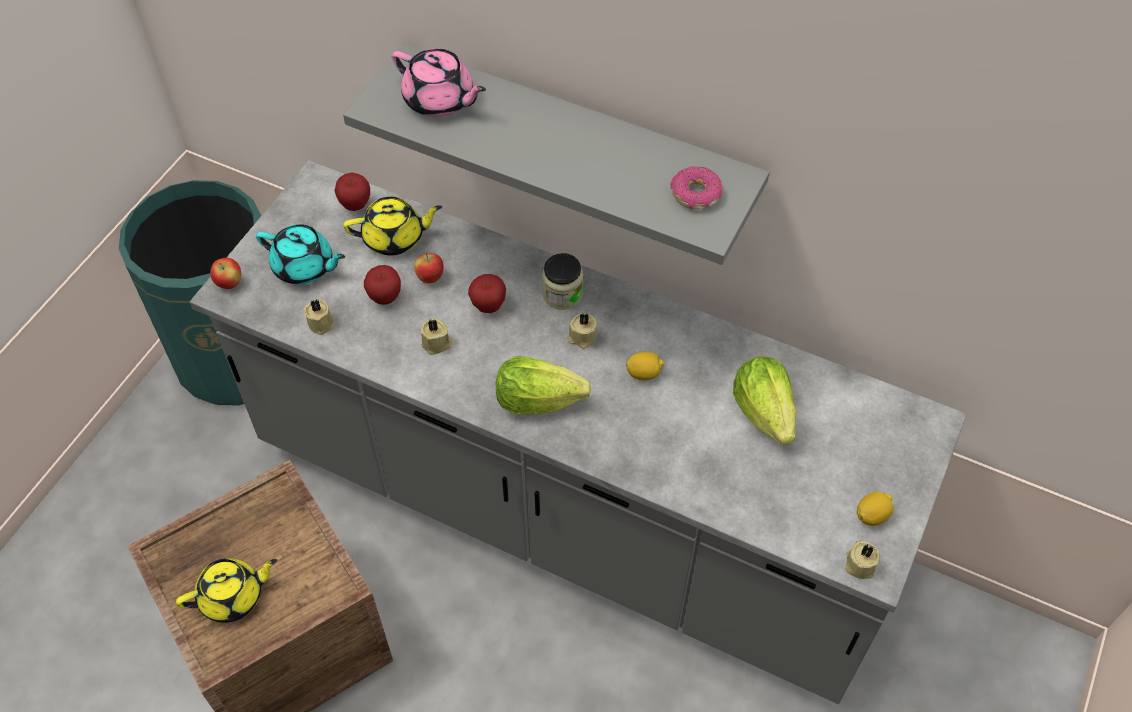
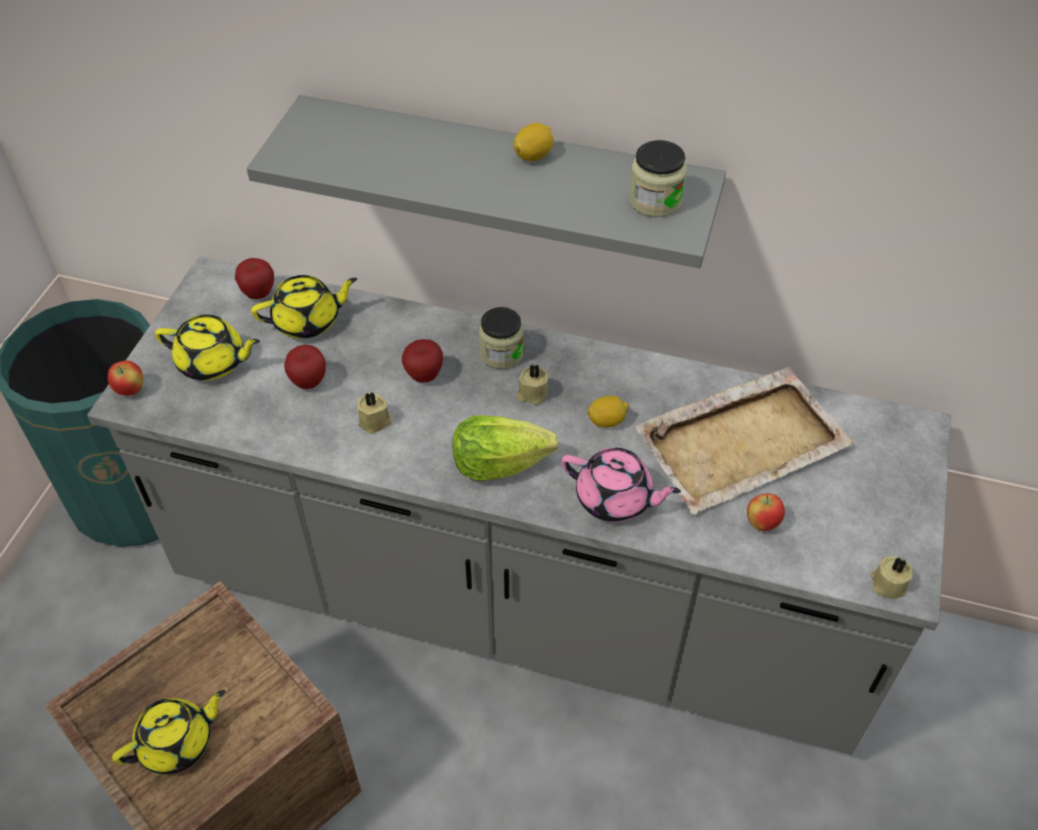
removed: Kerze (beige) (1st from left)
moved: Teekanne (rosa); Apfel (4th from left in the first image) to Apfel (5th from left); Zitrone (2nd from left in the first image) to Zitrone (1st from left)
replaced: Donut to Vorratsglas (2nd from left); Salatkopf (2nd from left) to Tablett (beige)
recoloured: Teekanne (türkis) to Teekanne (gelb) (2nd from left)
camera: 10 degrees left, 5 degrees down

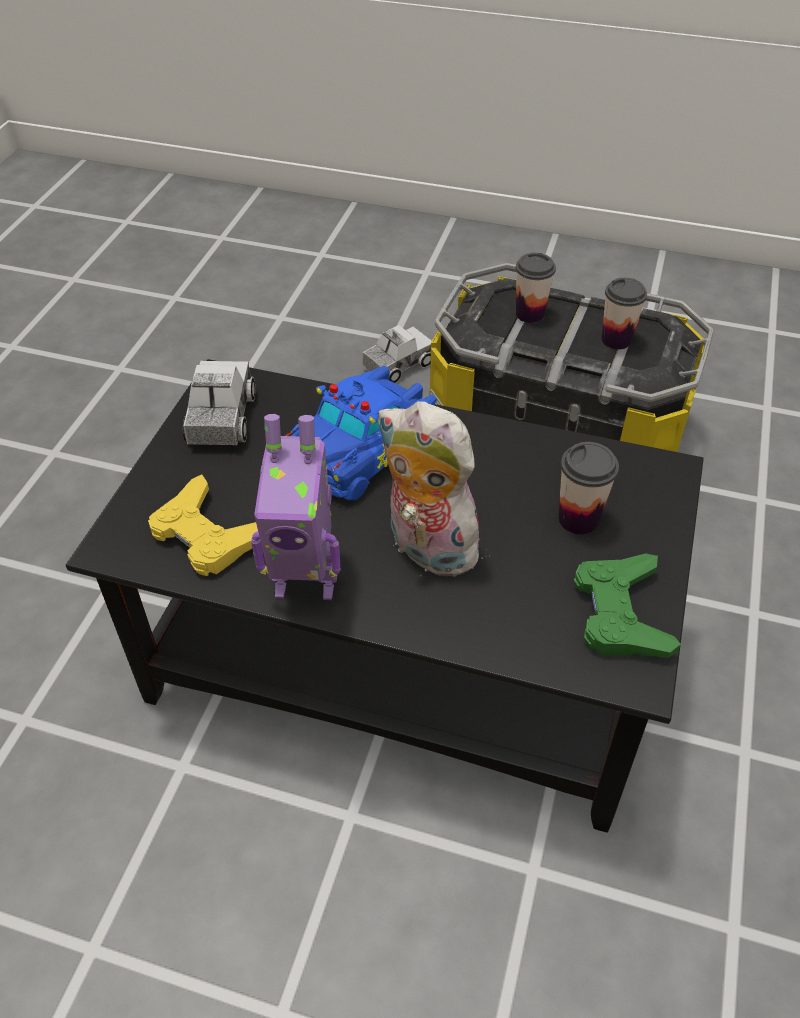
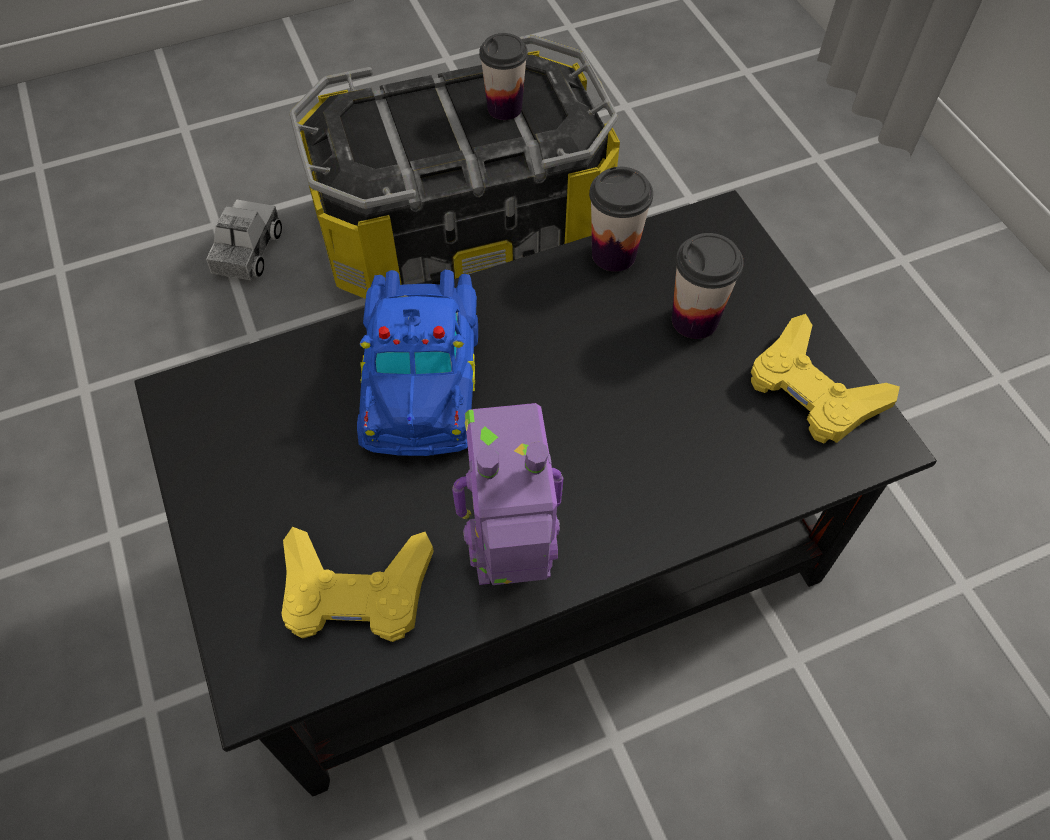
removed: Spielzeuglaster (1st from left); Plüschtier
moved: Tasse (1st from left in the first image) to Tasse (2nd from left)
recoloured: Gamepad (grün) to Gamepad (gelb) (2nd from left)
turned: Spielzeugroboter 150 degrees counterclockwise
camera: 40 degrees left, 10 degrees up

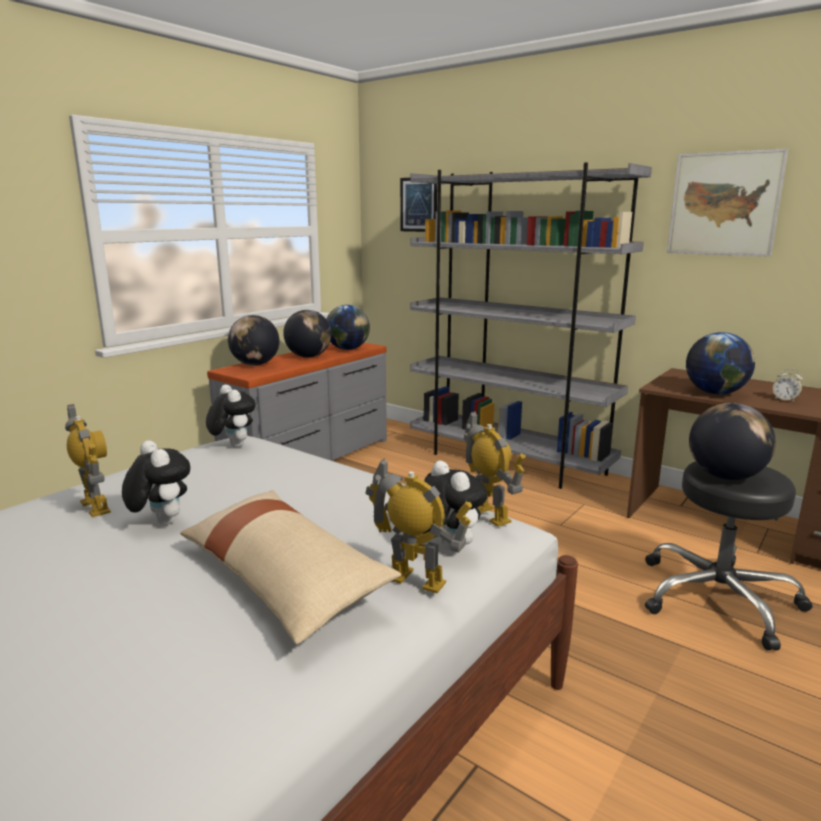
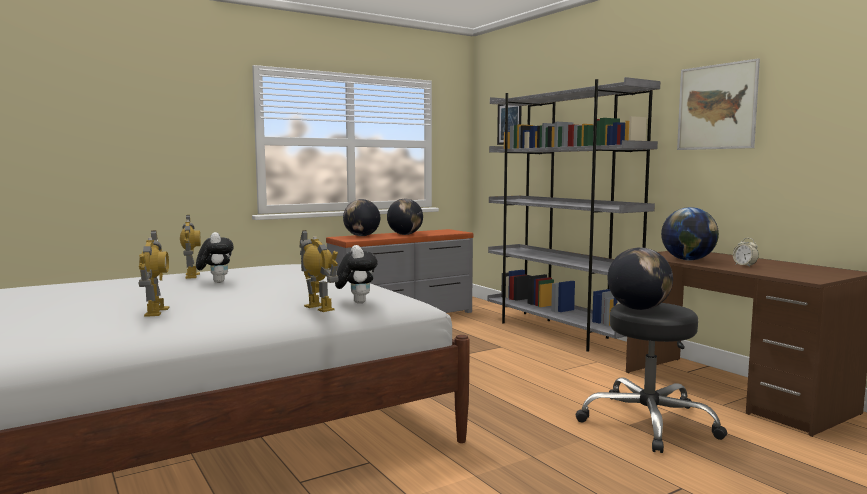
removed: Kissen (beige); Plüschtier (2nd from left); Globus (3rd from left)
moved: Spielzeugroboter (3rd from left in the first image) to Spielzeugroboter (1st from left)
camera: 20 degrees right, 10 degrees down

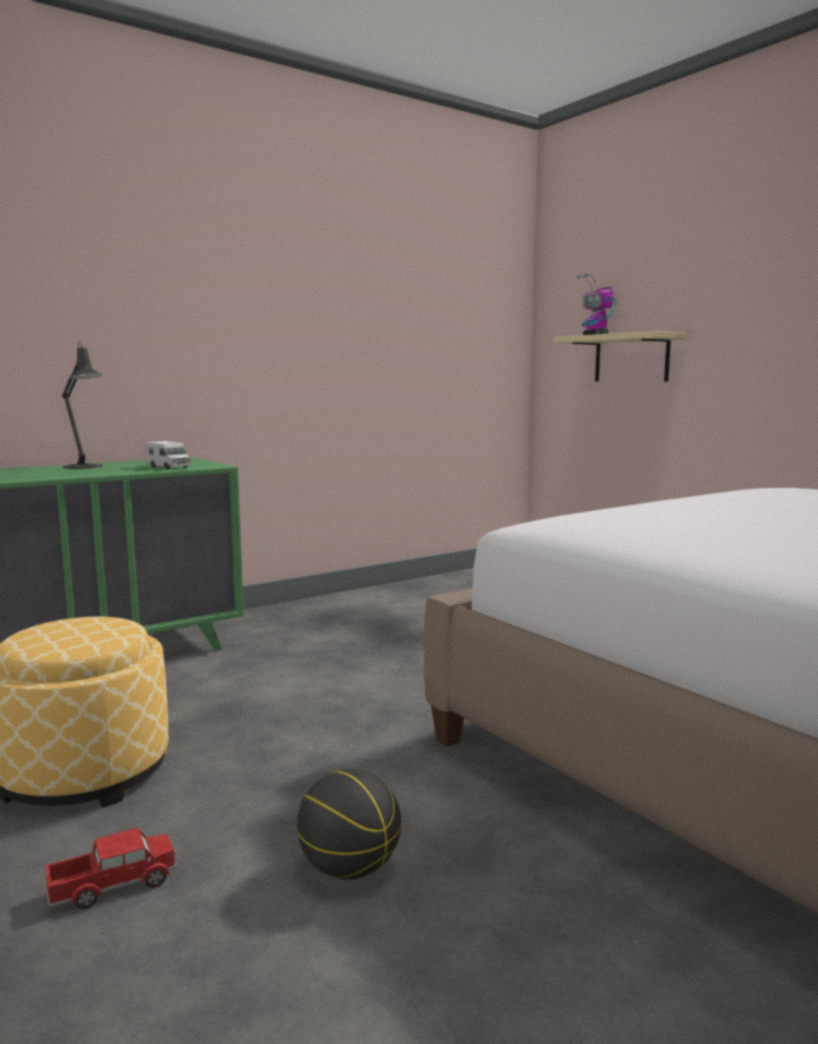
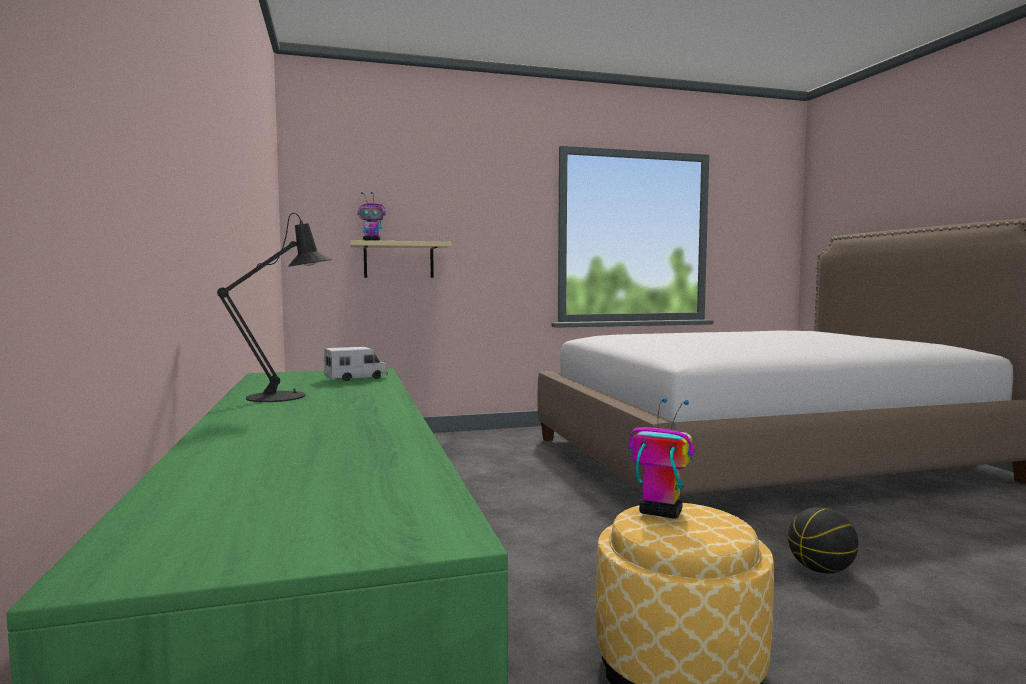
removed: Spielzeuglaster (1st from left)
added: Spielzeugroboter (2nd from left)
camera: 70 degrees left, 5 degrees down

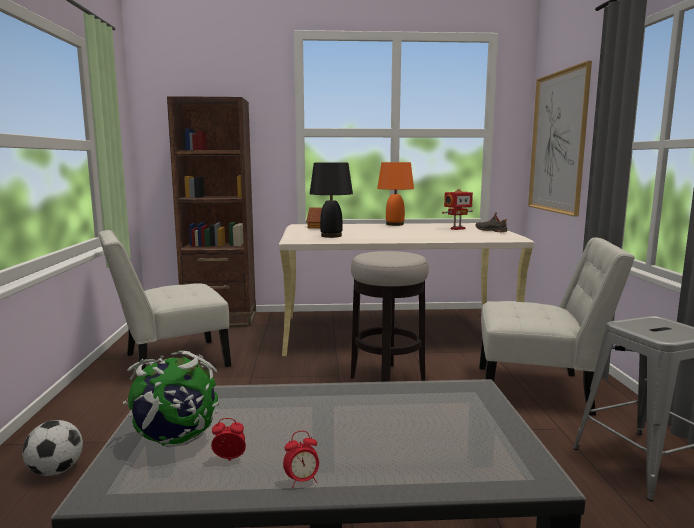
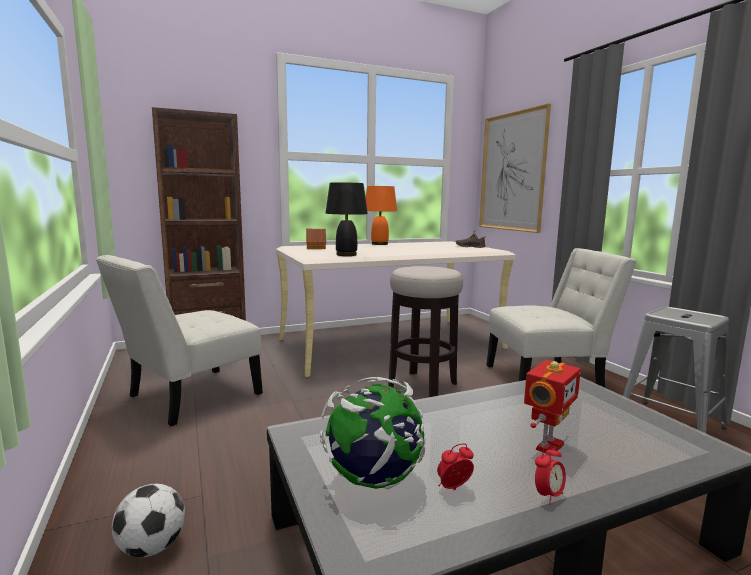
moved: Spielzeugroboter
camera: 20 degrees left, 0 degrees up

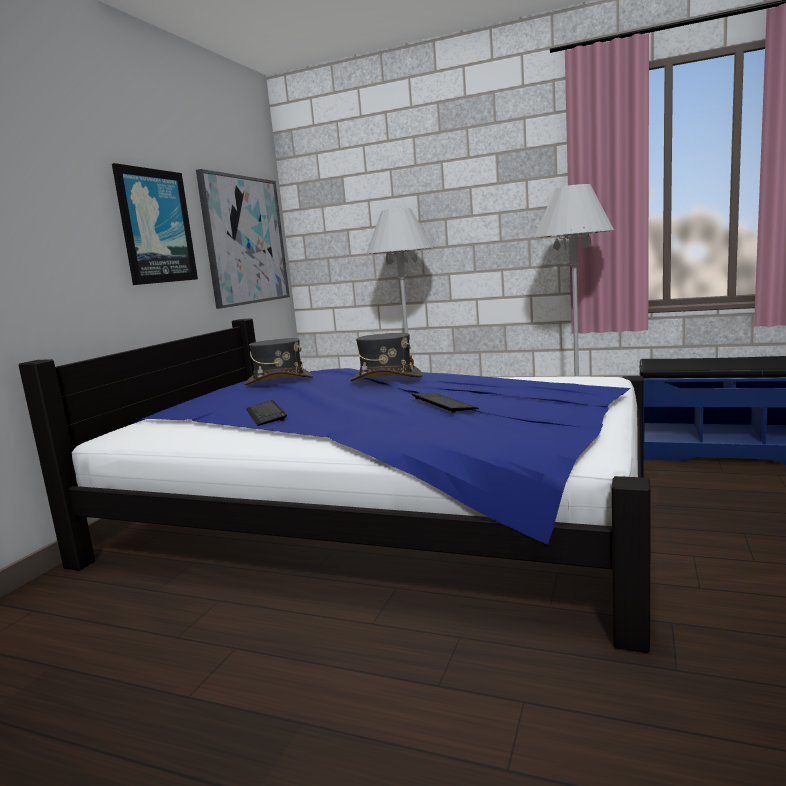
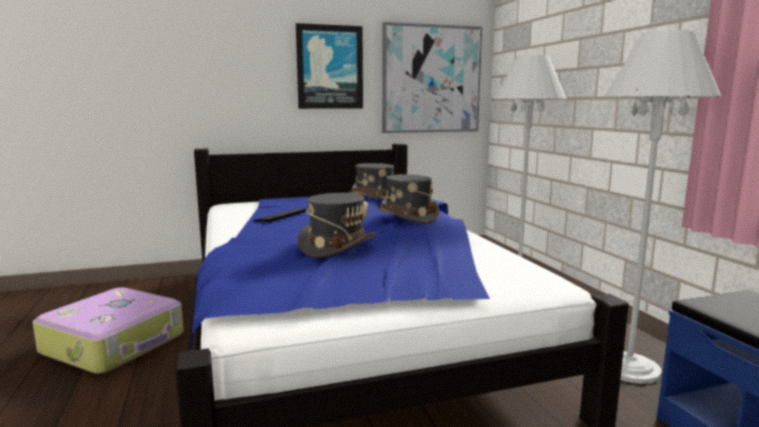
added: Koffer
replaced: Tastatur (2nd from left) to Hut (grau) (1st from left)
camera: 50 degrees right, 0 degrees up

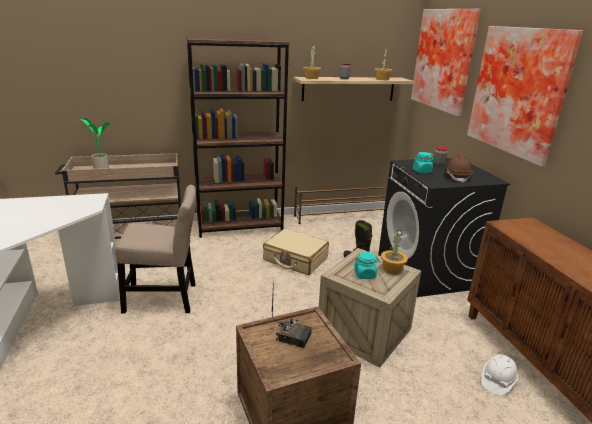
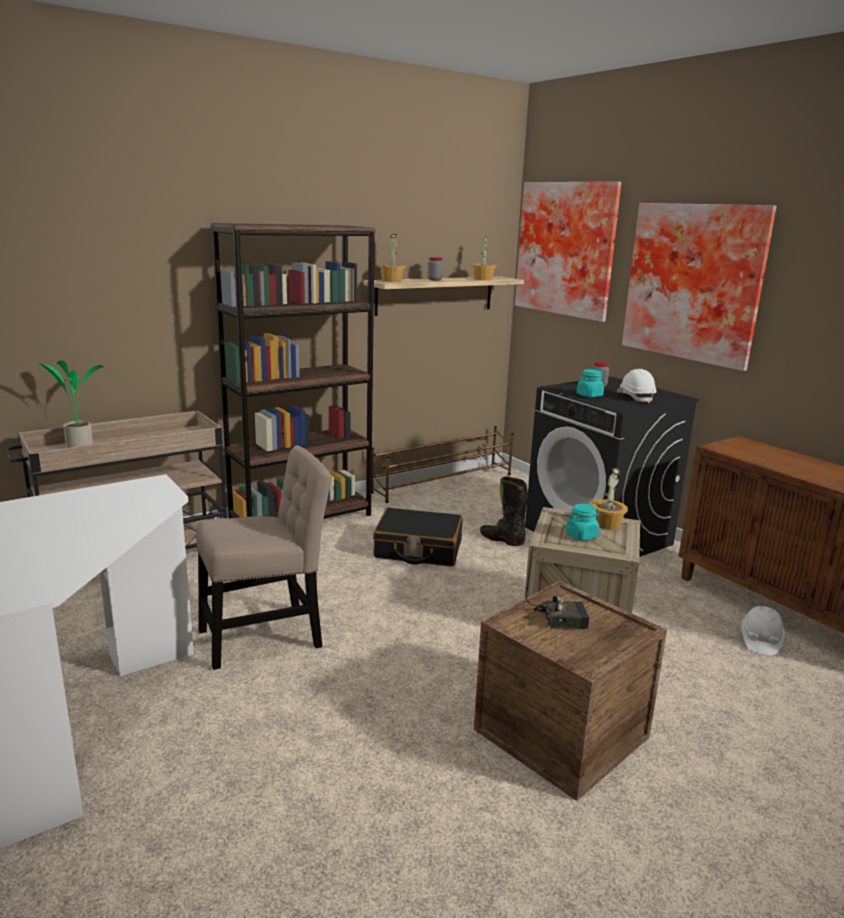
recoloured: Koffer (beige) to Koffer (schwarz); Schutzhelm (braun) to Schutzhelm (weiß) (1st from left)
camera: 20 degrees left, 5 degrees down

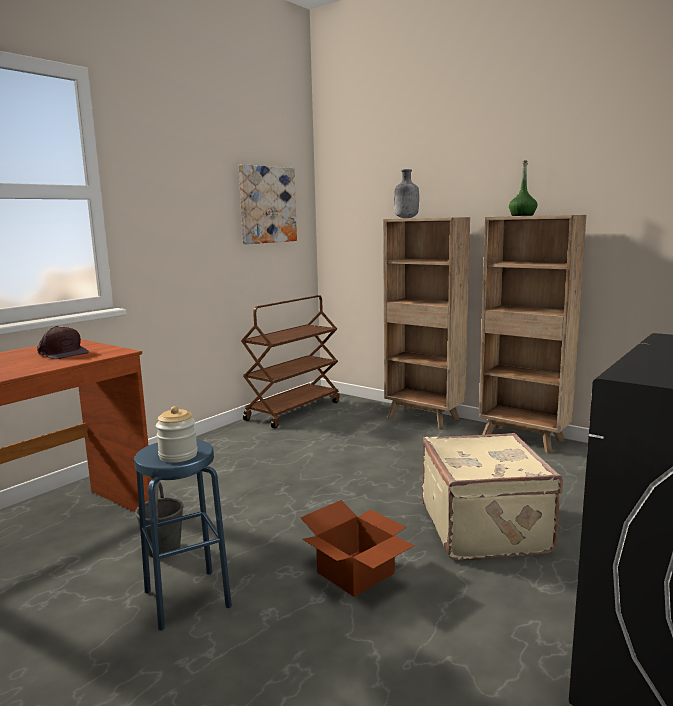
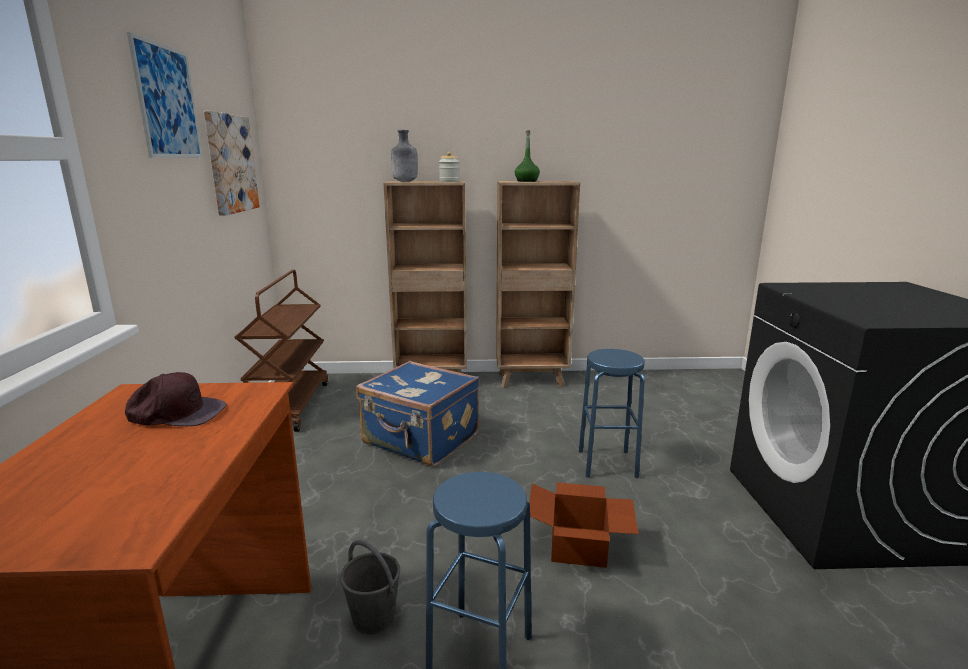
added: Bild (1st from left); Koffer (blau)
moved: Vorratsglas
replaced: Koffer (beige) to Hocker (blau) (2nd from left)
camera: 40 degrees left, 5 degrees up

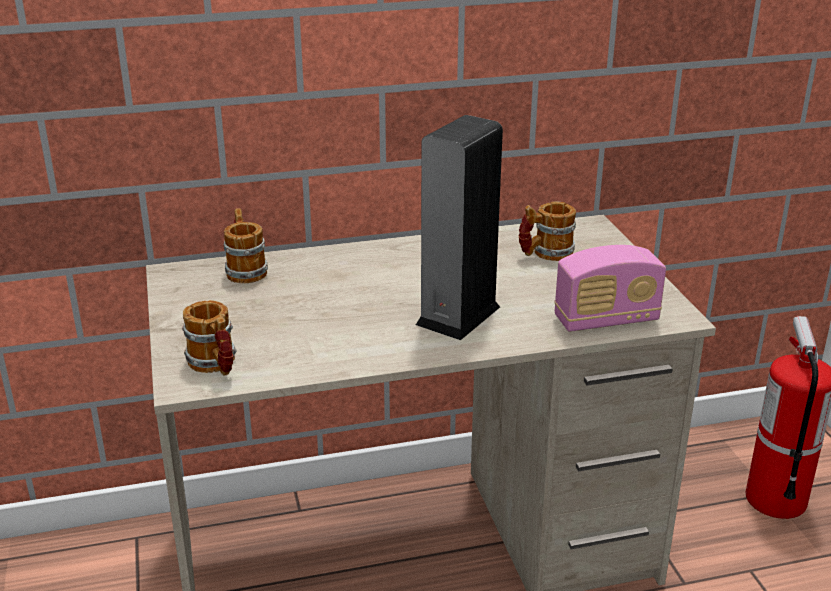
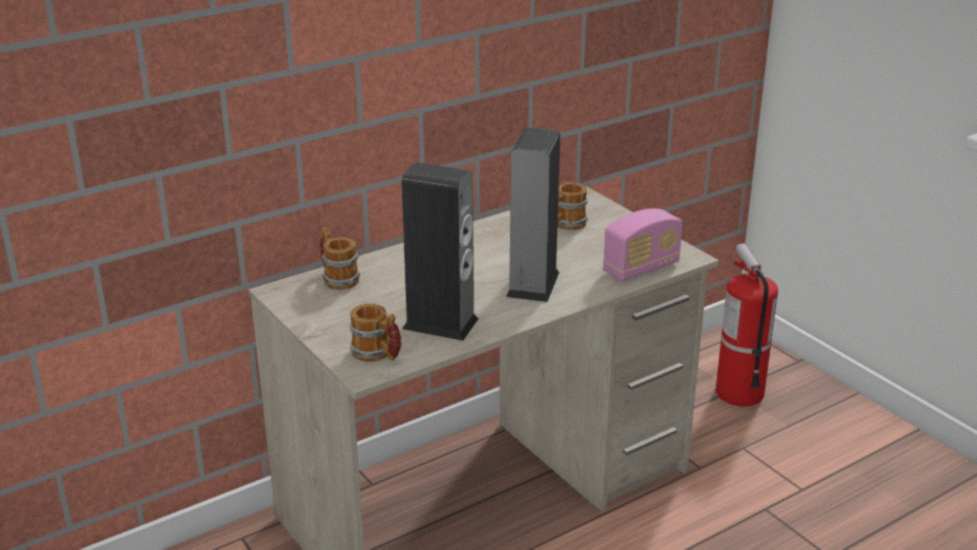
added: Lautsprecher (1st from left)
camera: 20 degrees left, 0 degrees up

